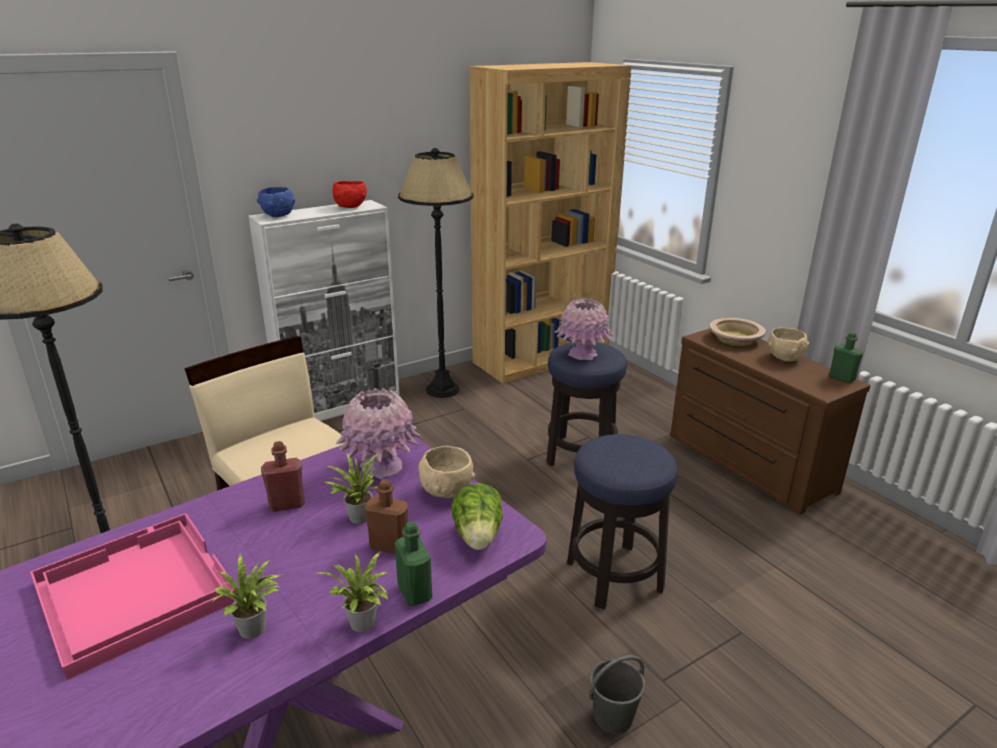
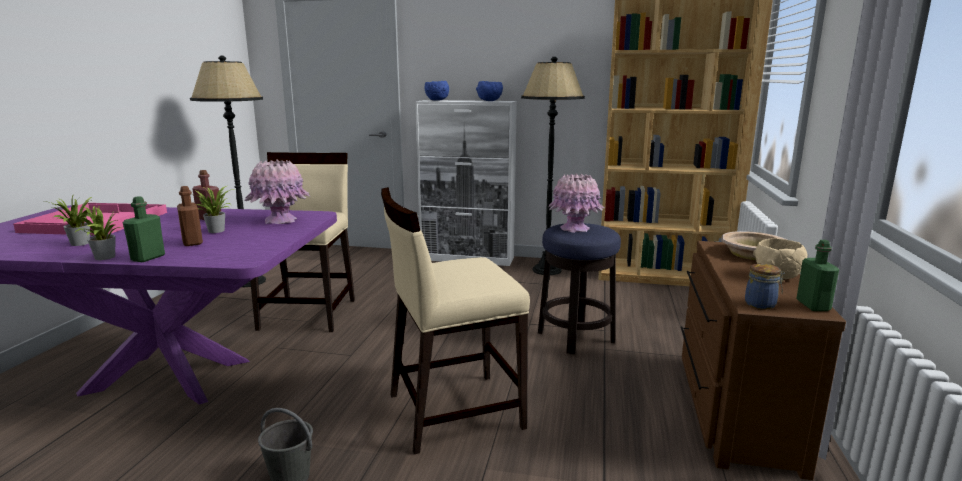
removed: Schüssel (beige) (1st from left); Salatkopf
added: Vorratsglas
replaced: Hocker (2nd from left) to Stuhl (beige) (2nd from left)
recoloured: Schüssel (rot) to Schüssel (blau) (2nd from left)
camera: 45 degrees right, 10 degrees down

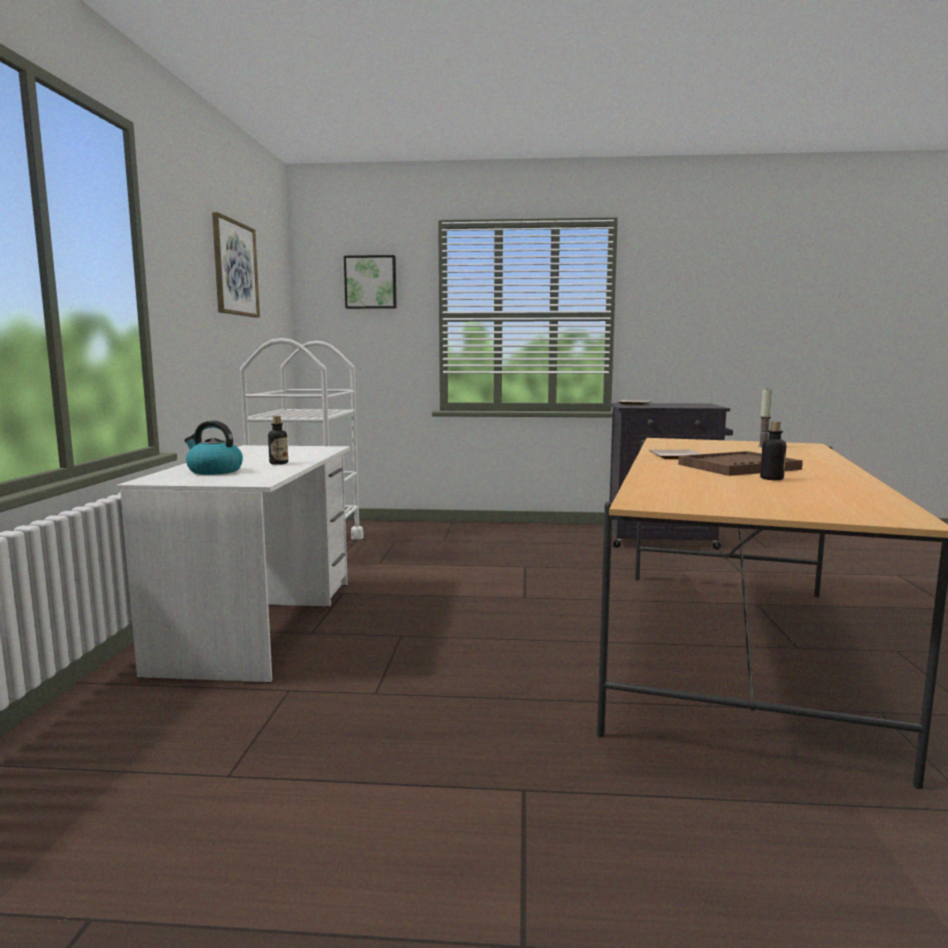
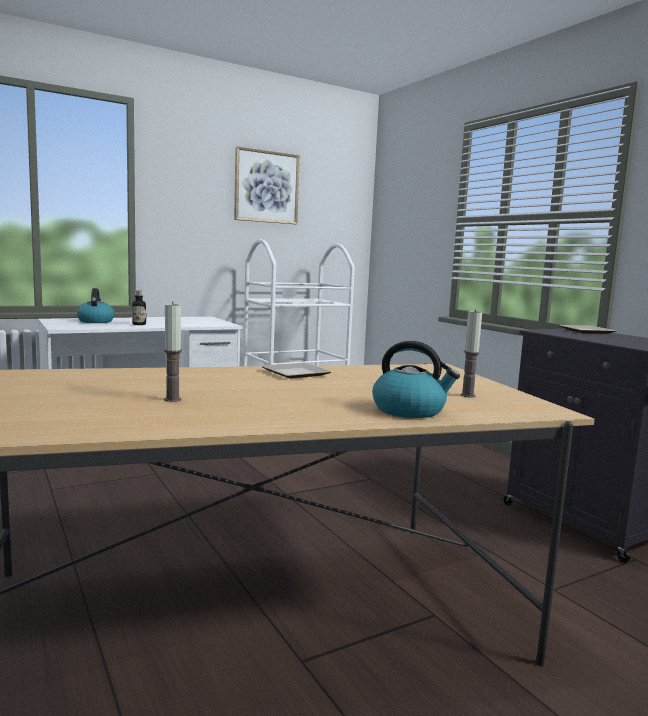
removed: Bild (2nd from left); Tablett (braun)
added: Wasserkessel (2nd from left)
replaced: Flasche (2nd from left) to Kerze (1st from left)
camera: 55 degrees right, 0 degrees up

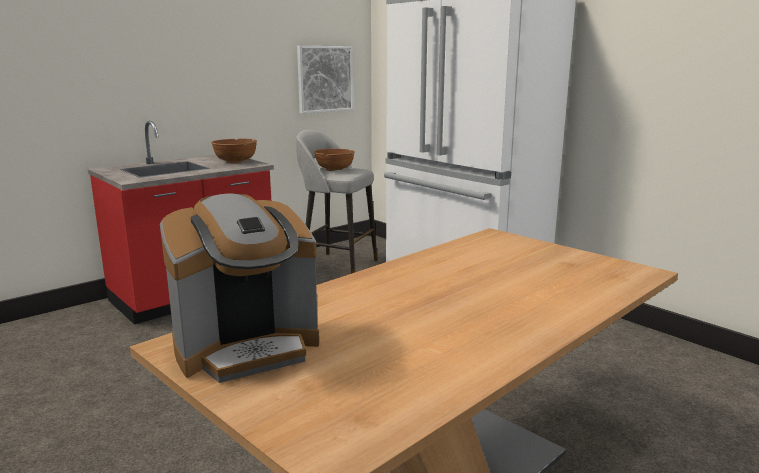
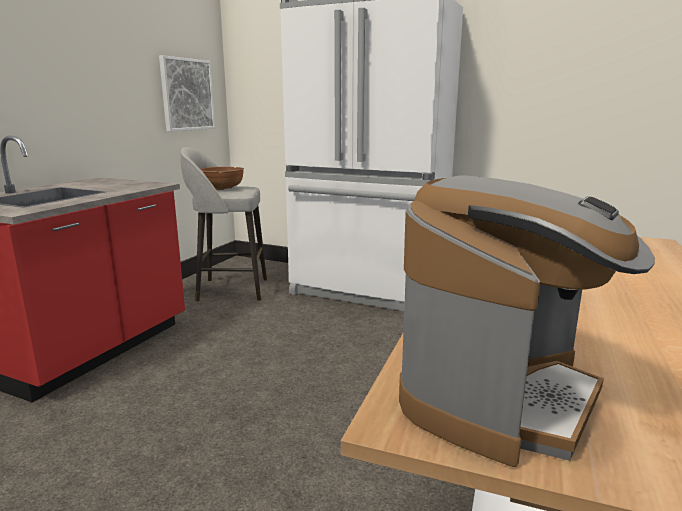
removed: Schüssel (braun) (1st from left)
camera: 25 degrees left, 0 degrees up

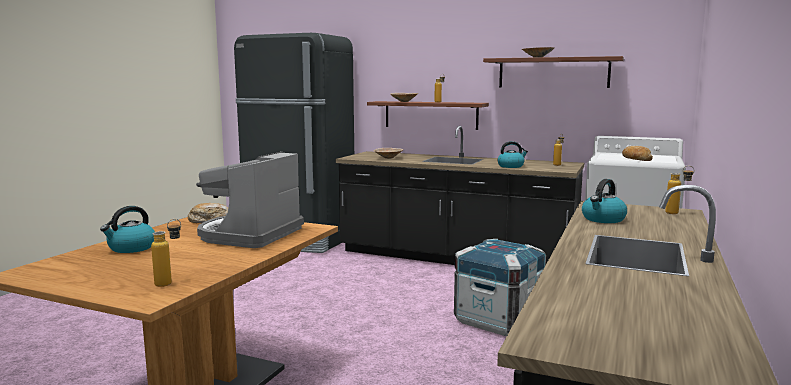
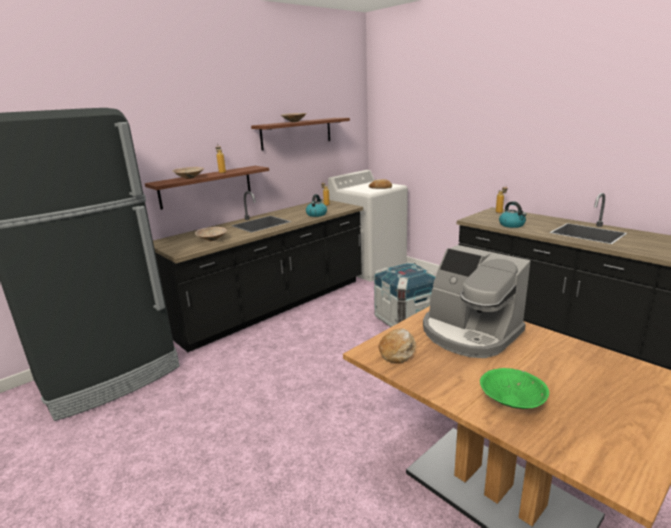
removed: Flasche (1st from left)
replaced: Wasserkessel (1st from left) to Schüssel (grün)
camera: 65 degrees left, 10 degrees up

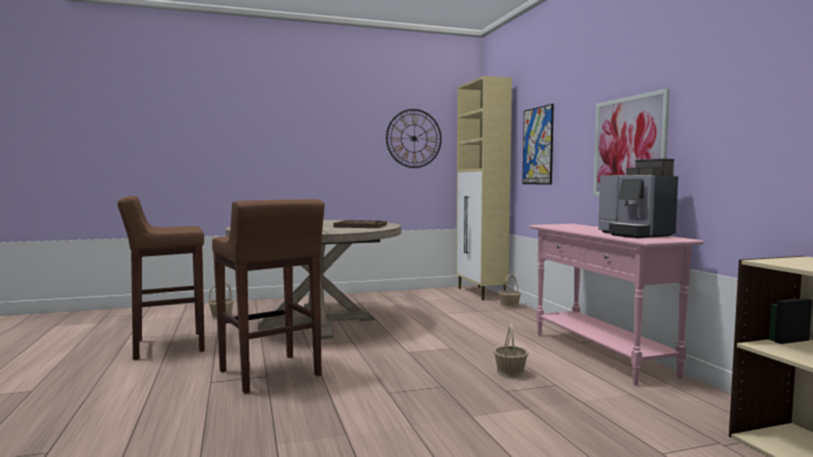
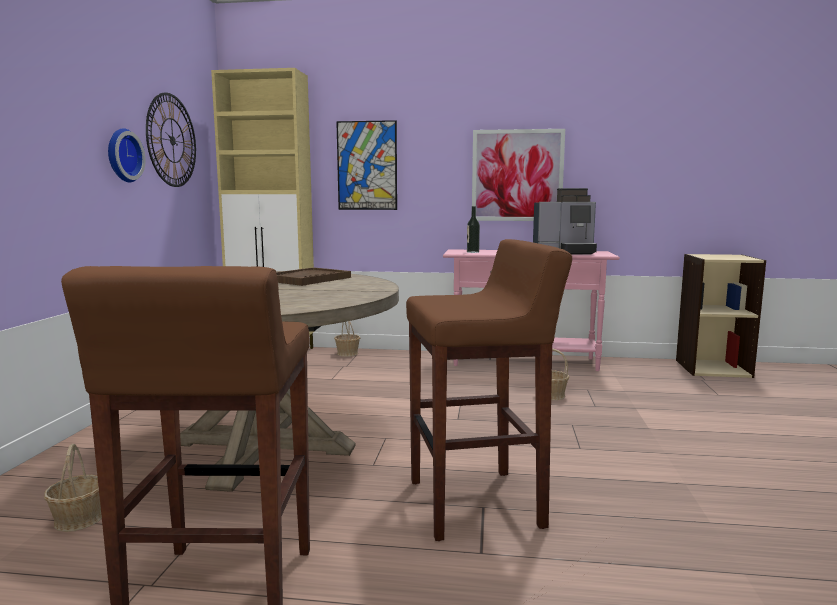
added: Wanduhr (1st from left); Flasche
camera: 65 degrees left, 5 degrees up

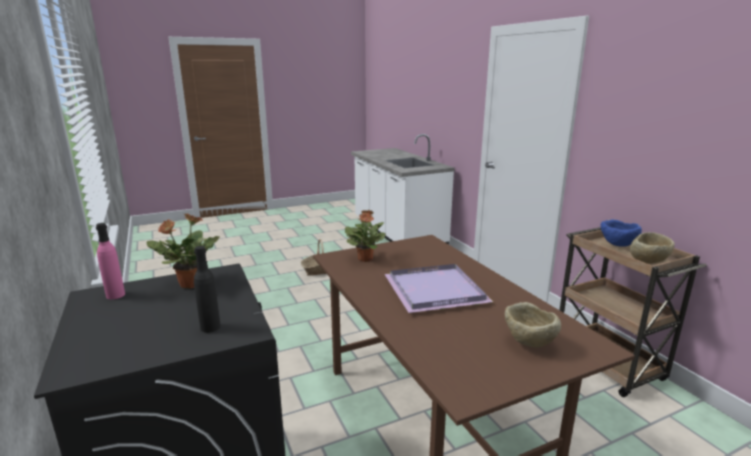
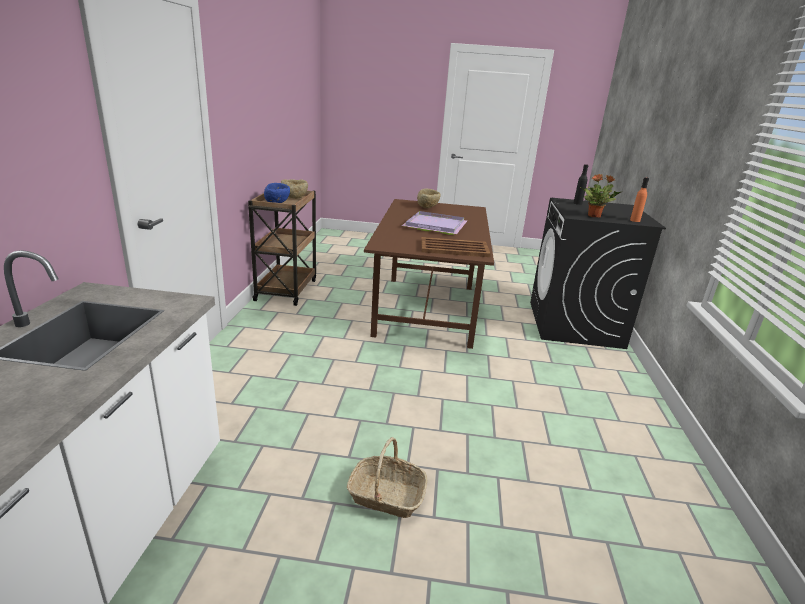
replaced: Topfpflanze (2nd from left) to Tablett (braun)
recoloured: Flasche (rosa) to Flasche (orange)
camera: 150 degrees left, 5 degrees up

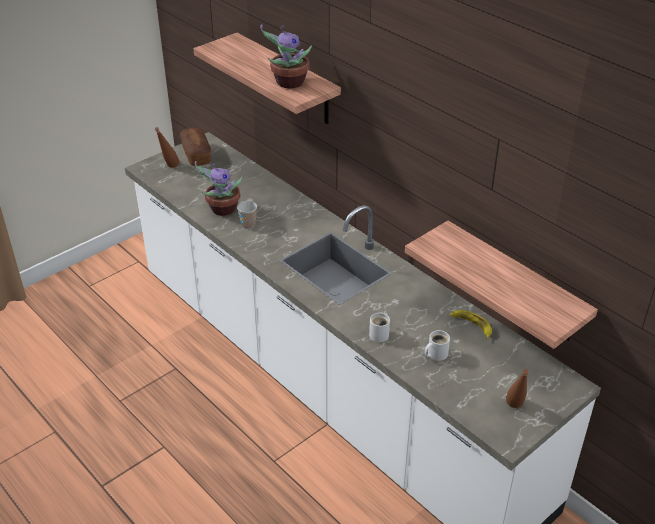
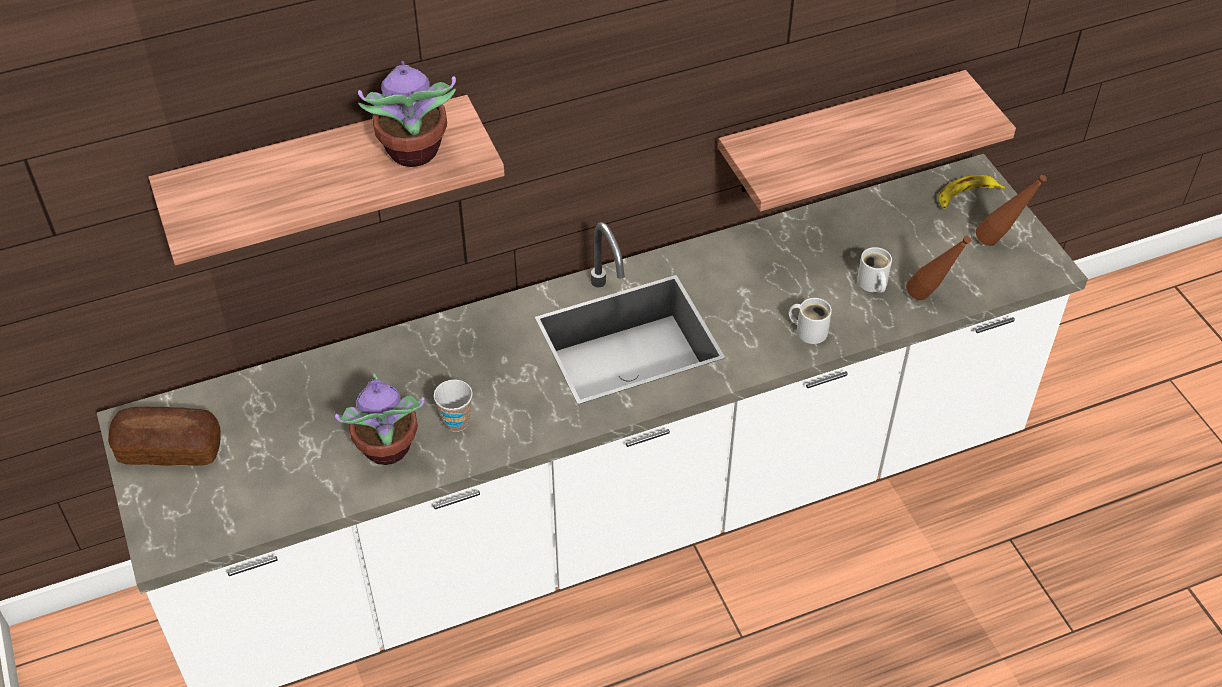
moved: Flasche (braun) (1st from left); Banane
camera: 70 degrees left, 10 degrees up

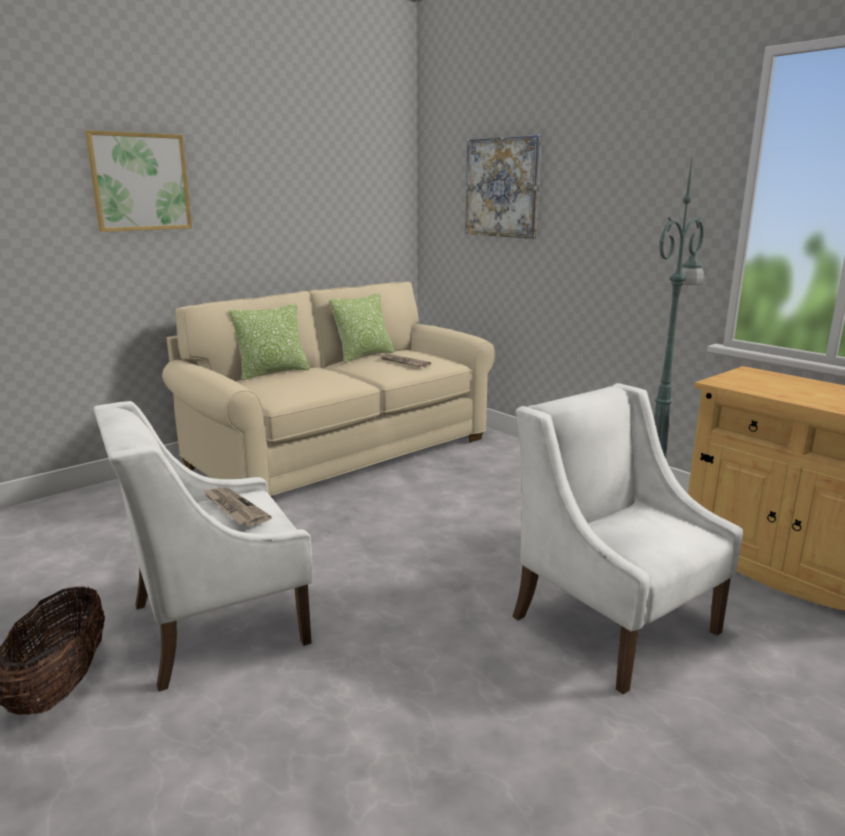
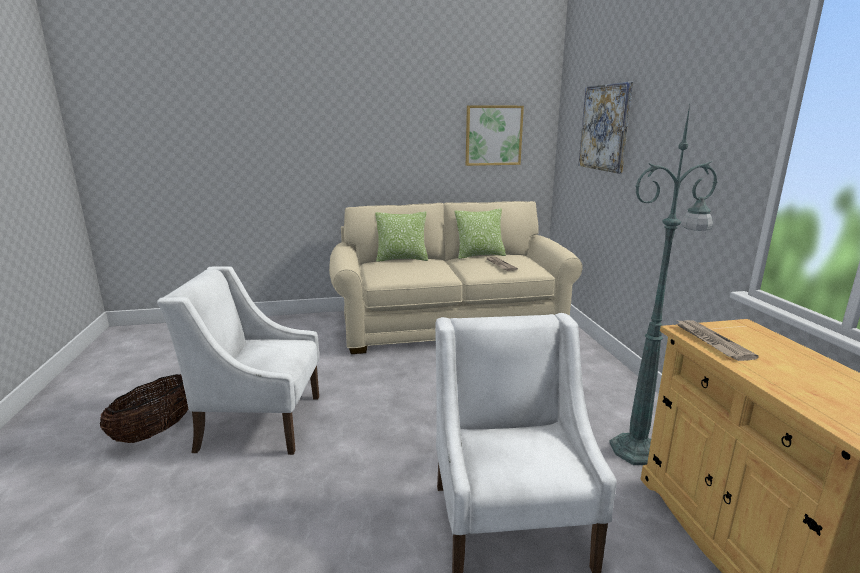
moved: Bild (1st from left); Zeitung (1st from left in the first image) to Zeitung (2nd from left)
camera: 30 degrees right, 0 degrees up

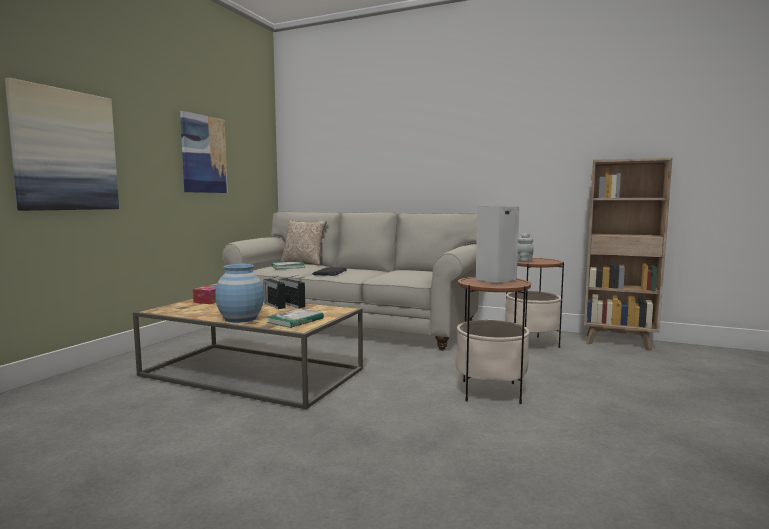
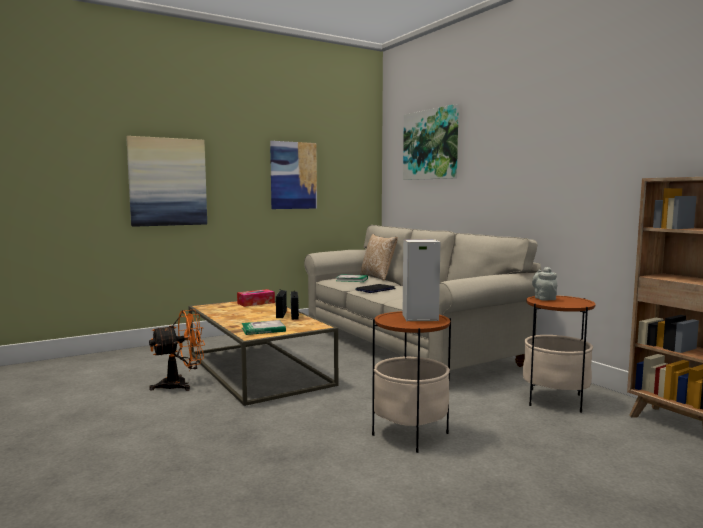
removed: Vase (blau)
added: Ventilator (orange); Bild (3rd from left)
camera: 35 degrees right, 0 degrees up

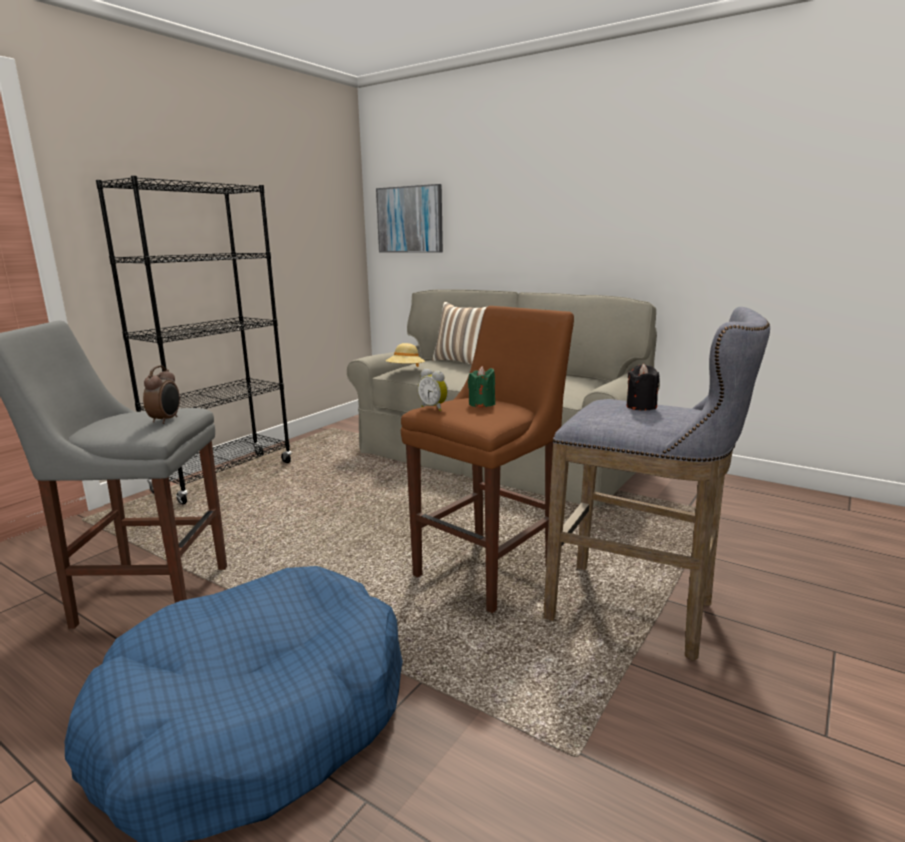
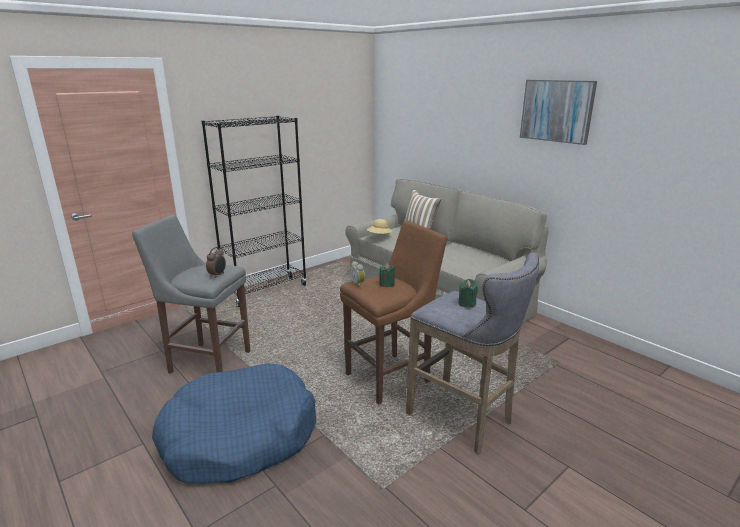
moved: Bild
recoloured: Kerze (schwarz) to Kerze (grün) (2nd from left)
camera: 15 degrees right, 5 degrees up

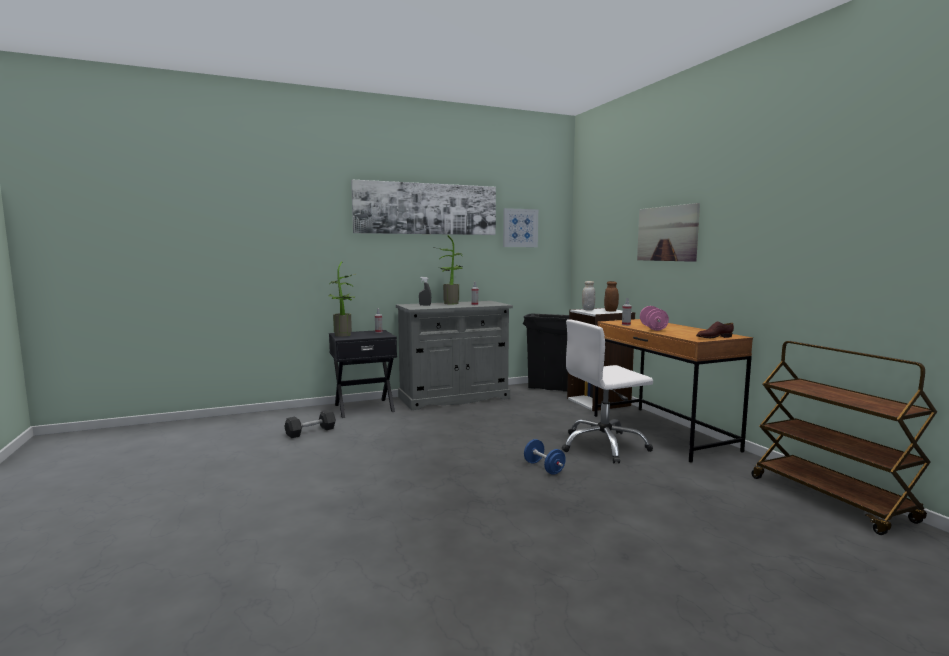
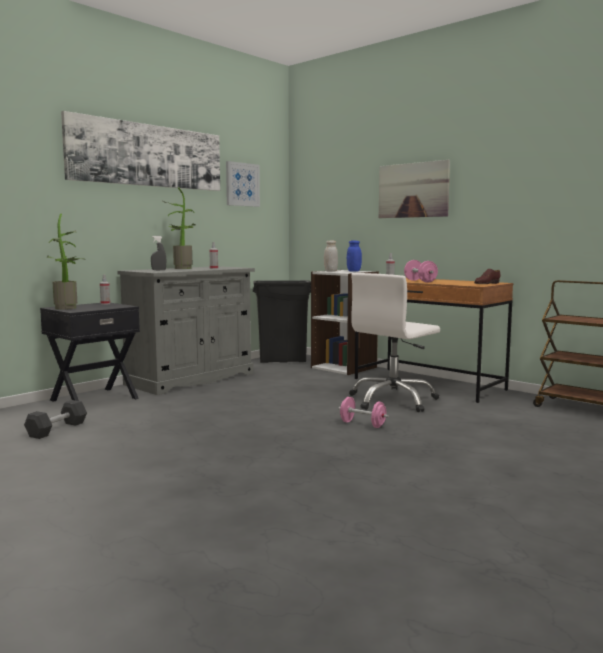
recoloured: Hantel (blau) to Hantel (rosa) (1st from left); Vorratsglas (braun) to Vorratsglas (blau)
camera: 25 degrees left, 0 degrees up

